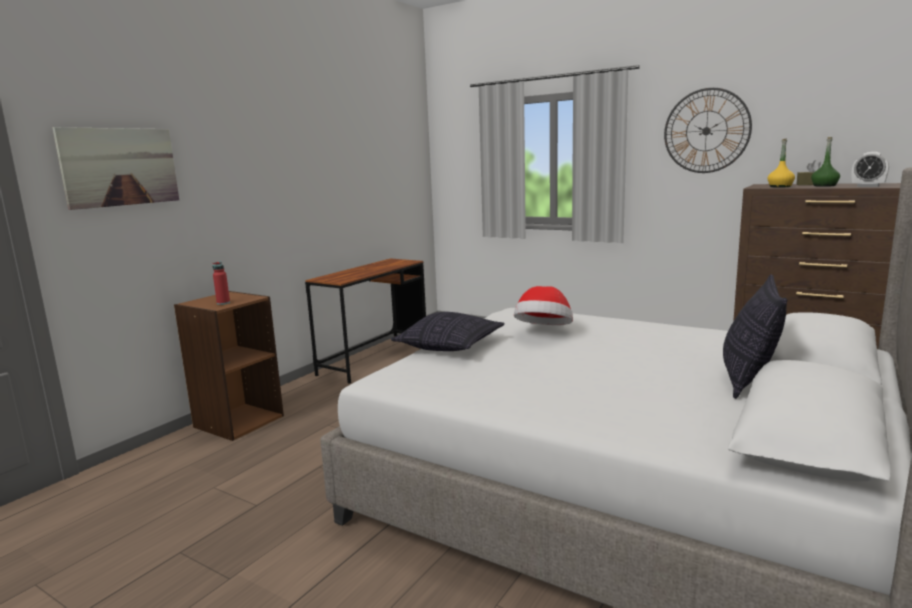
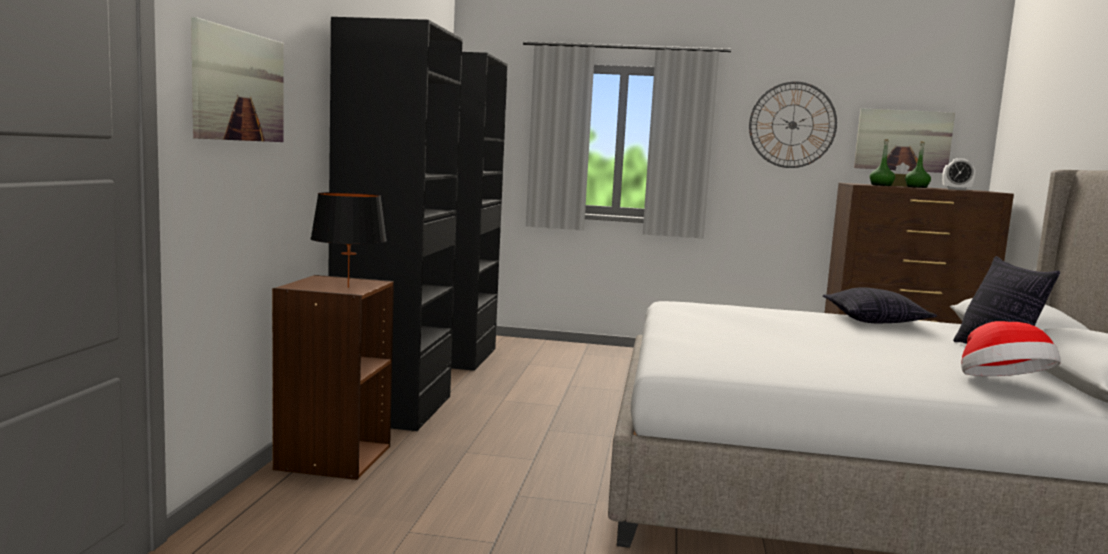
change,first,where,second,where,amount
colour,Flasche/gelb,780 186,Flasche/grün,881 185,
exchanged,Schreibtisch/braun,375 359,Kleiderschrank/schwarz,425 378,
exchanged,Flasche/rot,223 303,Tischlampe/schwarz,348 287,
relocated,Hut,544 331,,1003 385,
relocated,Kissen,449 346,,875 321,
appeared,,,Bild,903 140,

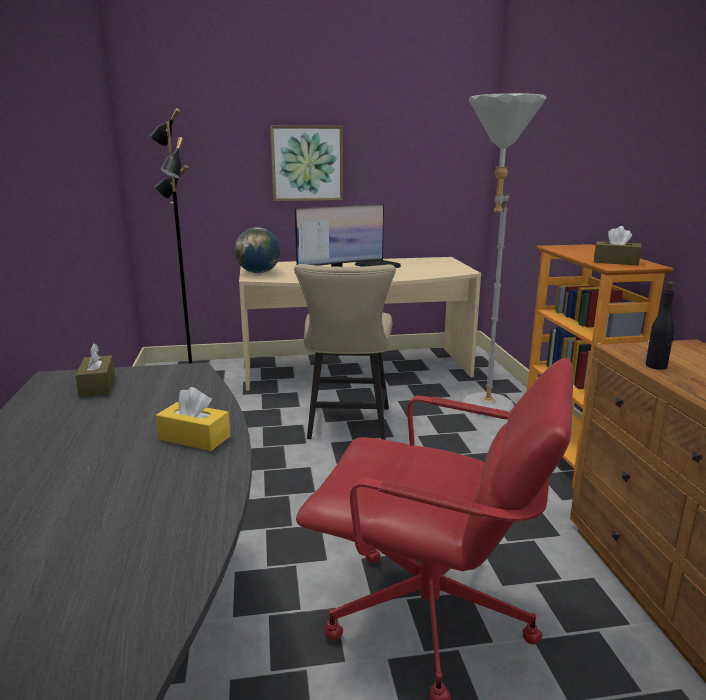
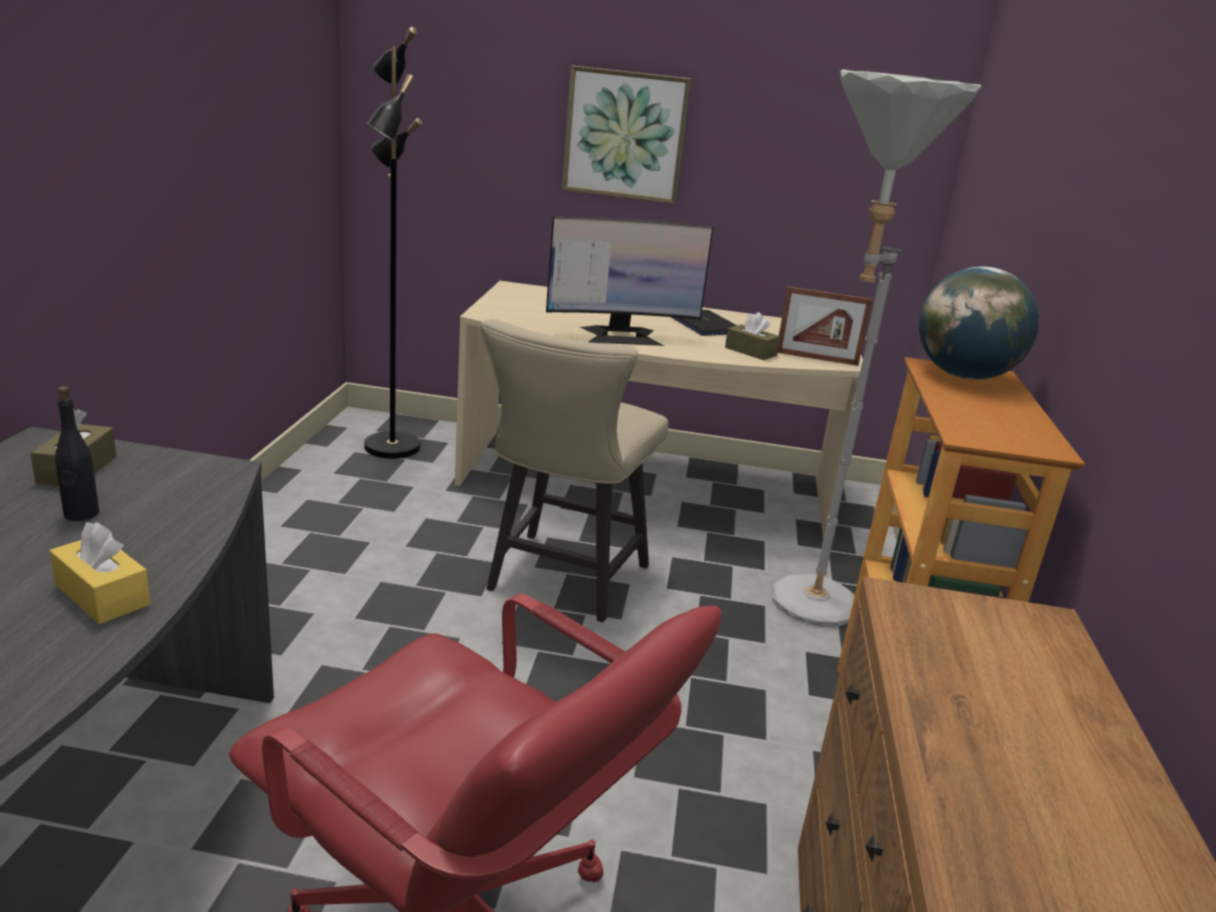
change,first,where,second,where,amount
relocated,Taschentuchbox/braun,615 262,,750 351,
relocated,Globus,258 272,,963 376,
relocated,Flasche/schwarz,656 366,,81 514,
appeared,,,Bilderrahmen,816 358,

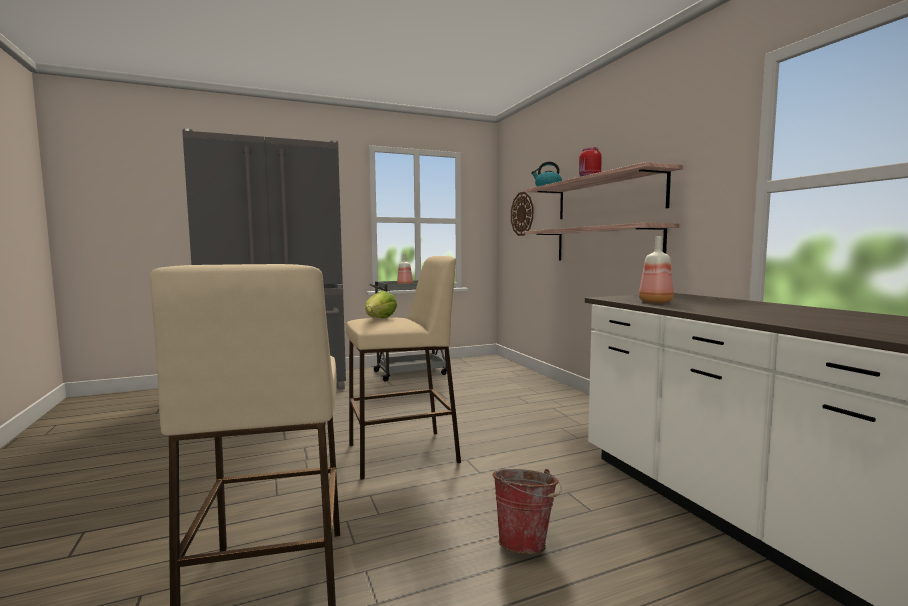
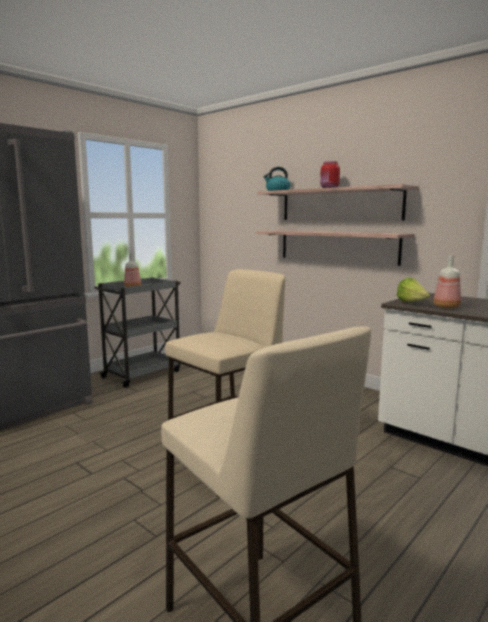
change,first,where,second,where,amount
missing,Wanduhr,522 214,,,
relocated,Salatkopf,379 319,,412 303,
missing,Eimer,526 542,,,

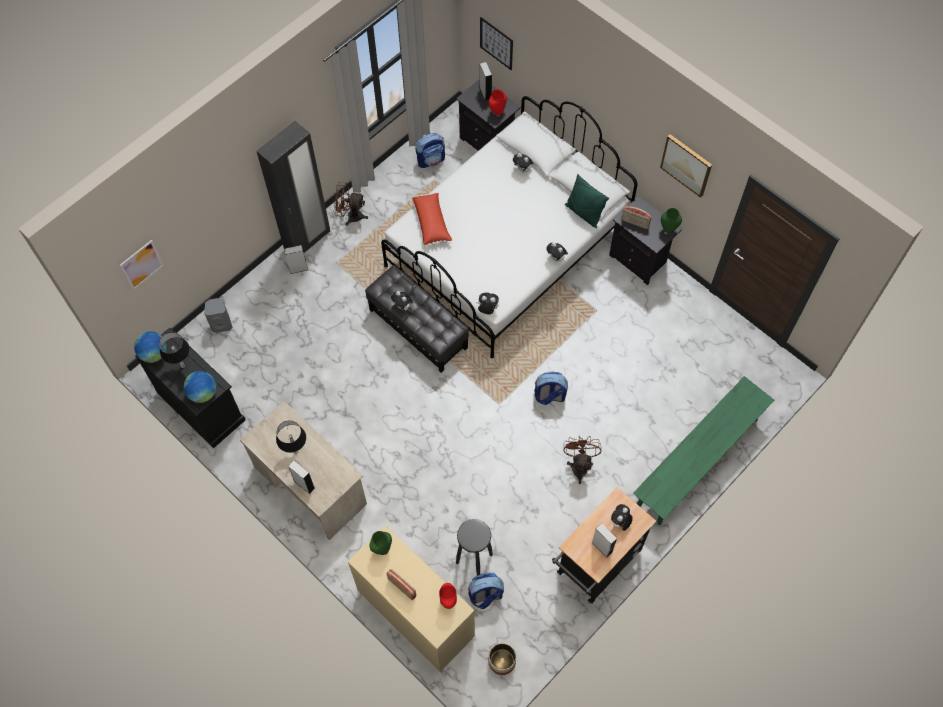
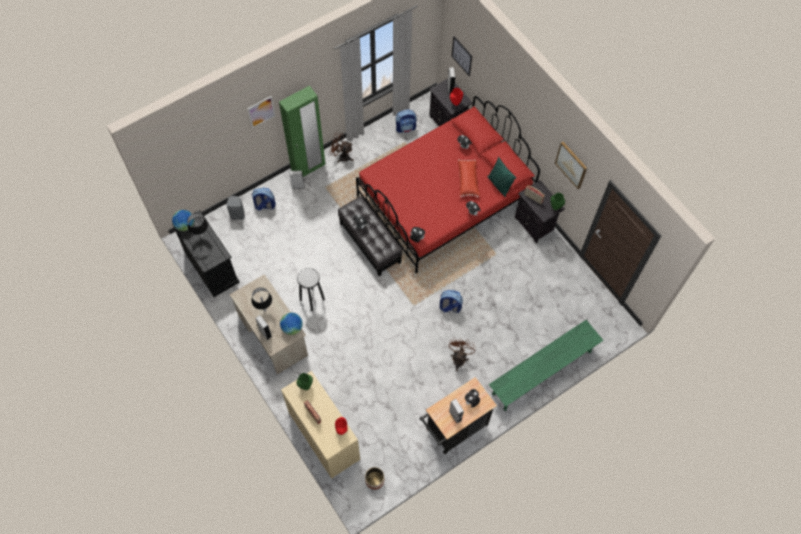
change,first,where,second,where,amount
colour,Bett/weiß,507 249,Bett/rot,444 199,
colour,Kleiderschrank/schwarz,307 240,Kleiderschrank/grün,308 168,
relocated,Kissen/rot,432 223,,468 181,
relocated,Bild,141 265,,261 112,
relocated,Globus,203 393,,292 328,
relocated,Hocker/schwarz,474 559,,312 300,
relocated,Rucksack,485 595,,264 205,

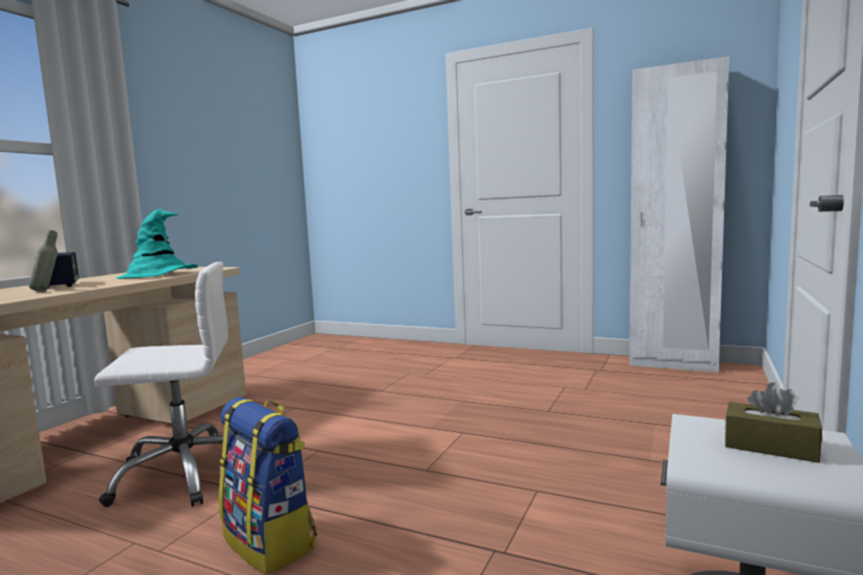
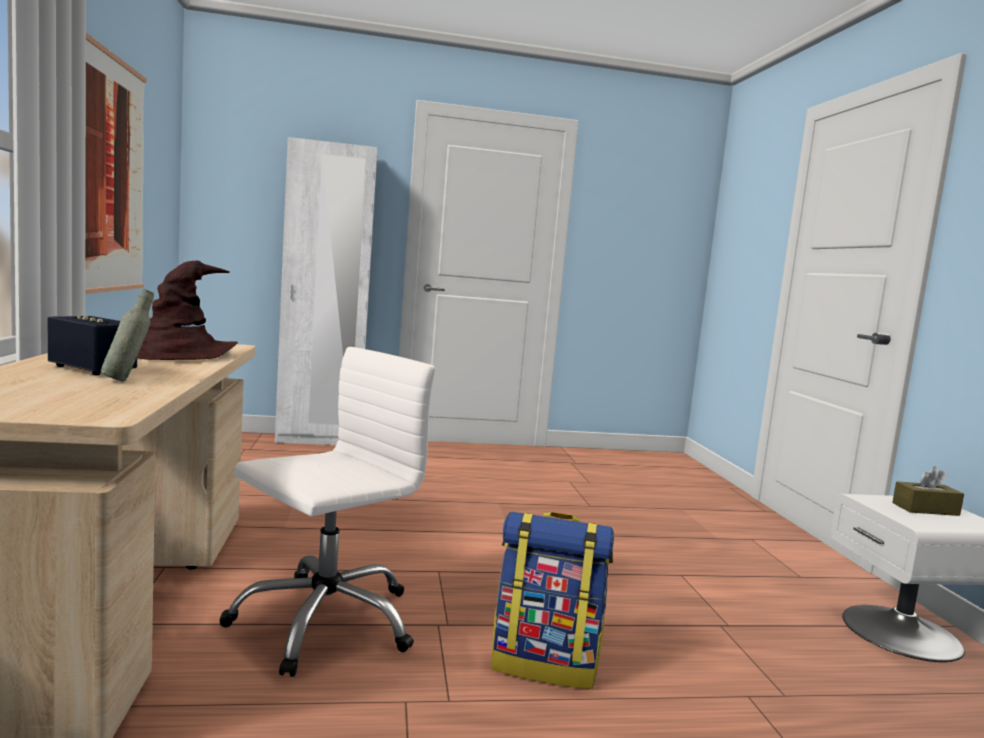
change,first,where,second,where,amount
relocated,Kleiderschrank/weiß,673 364,,318 440,
colour,Hut/türkis,159 274,Hut/braun,181 354,
appeared,,,Bild,110 174,

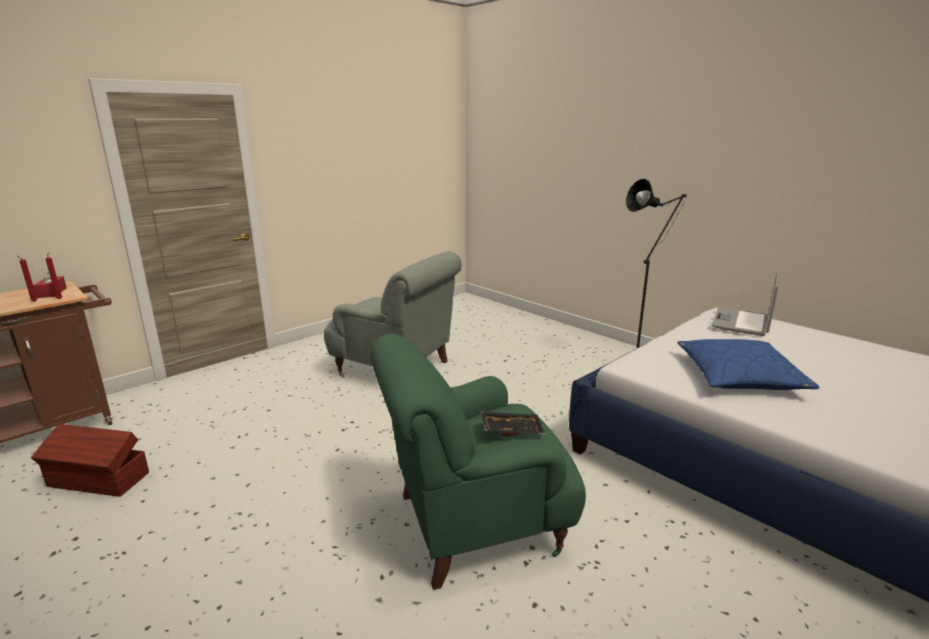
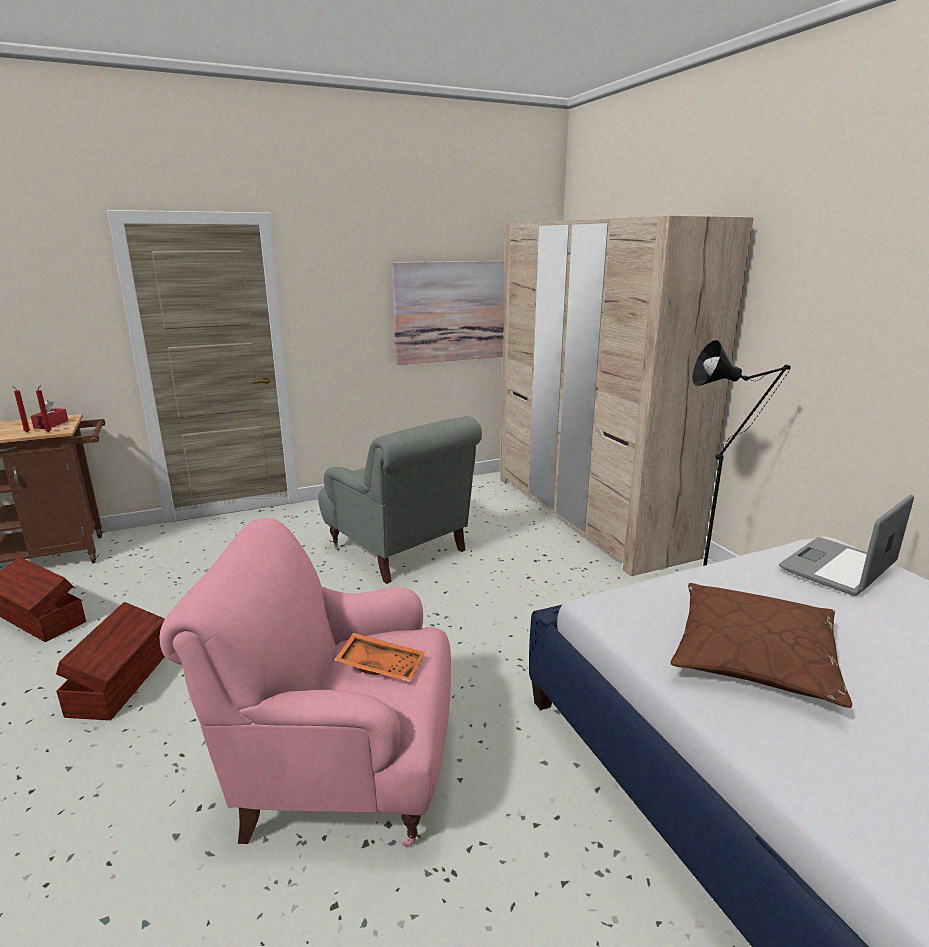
change,first,where,second,where,amount
colour,Sessel/grün,472 524,Sessel/rosa,341 771,
colour,Kissen/blau,738 377,Kissen/braun,753 656,
colour,Tablett/schwarz,511 429,Tablett/orange,381 665,
appeared,,,Kleiderschrank/beige,587 514,
appeared,,,Bild,454 311,
appeared,,,Aufbewahrungsbox/braun,121 683,

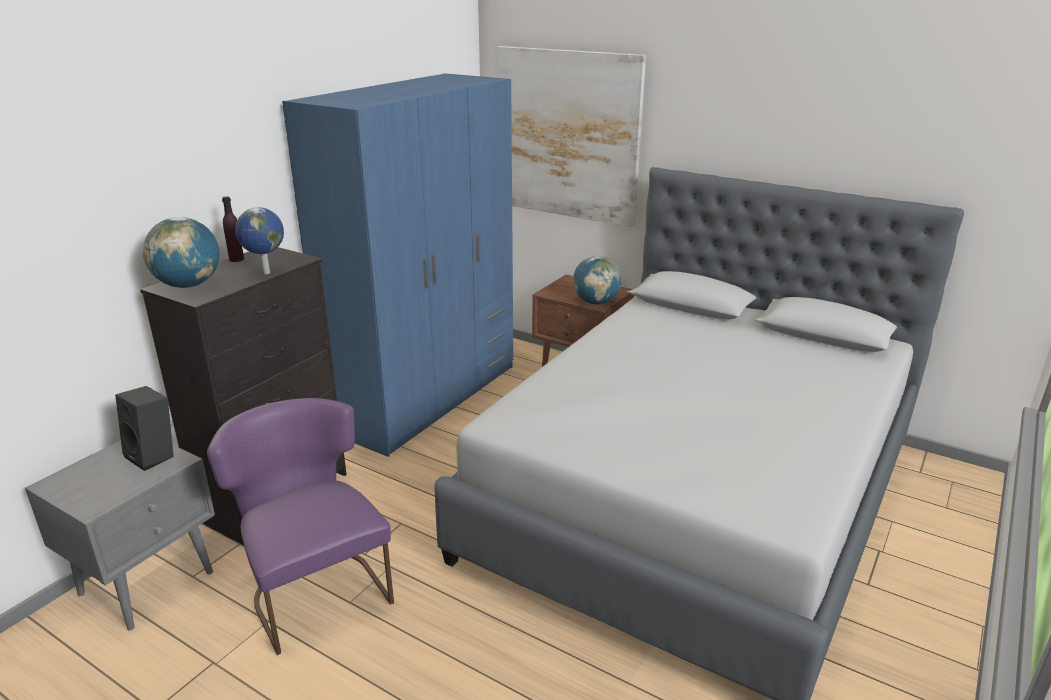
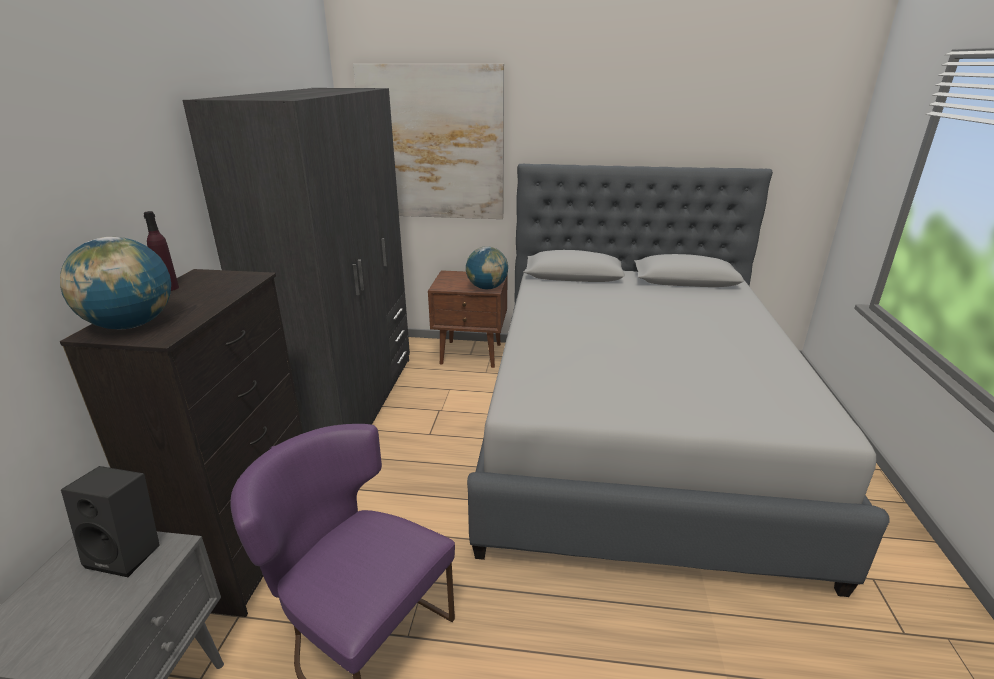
change,first,where,second,where,amount
colour,Kleiderschrank/blau,427 397,Kleiderschrank/grau,349 404,
missing,Globus,265 273,,,

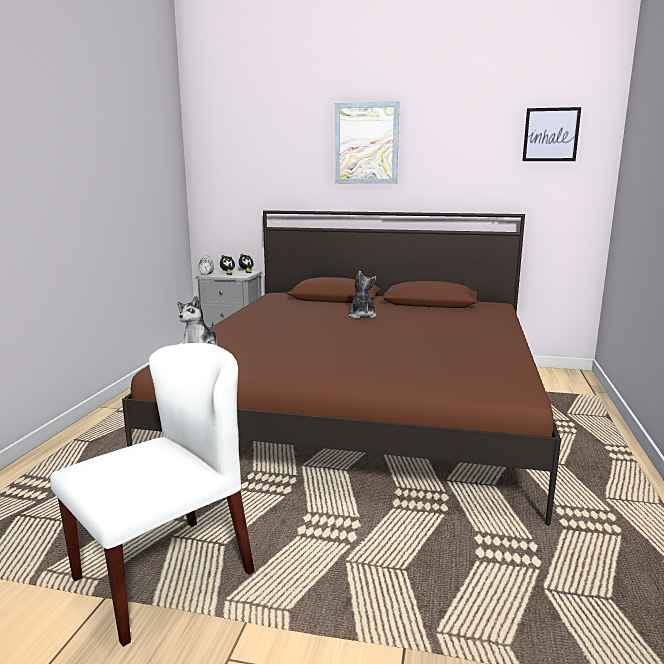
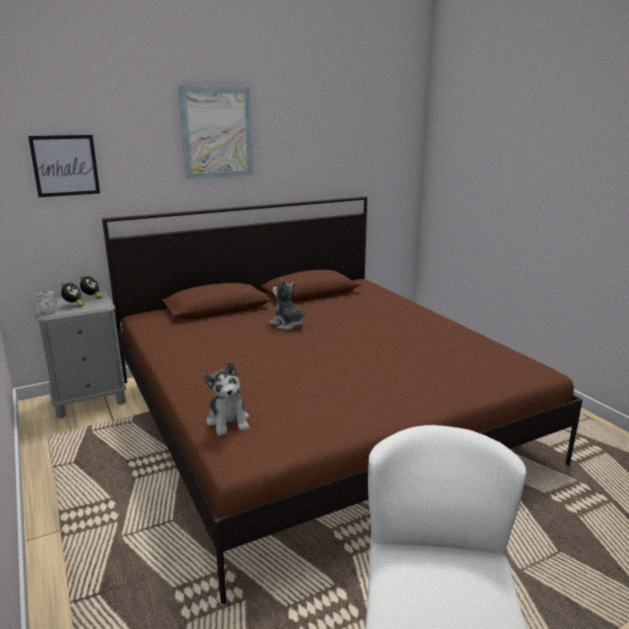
change,first,where,second,where,amount
relocated,Bild,551 134,,65 165,

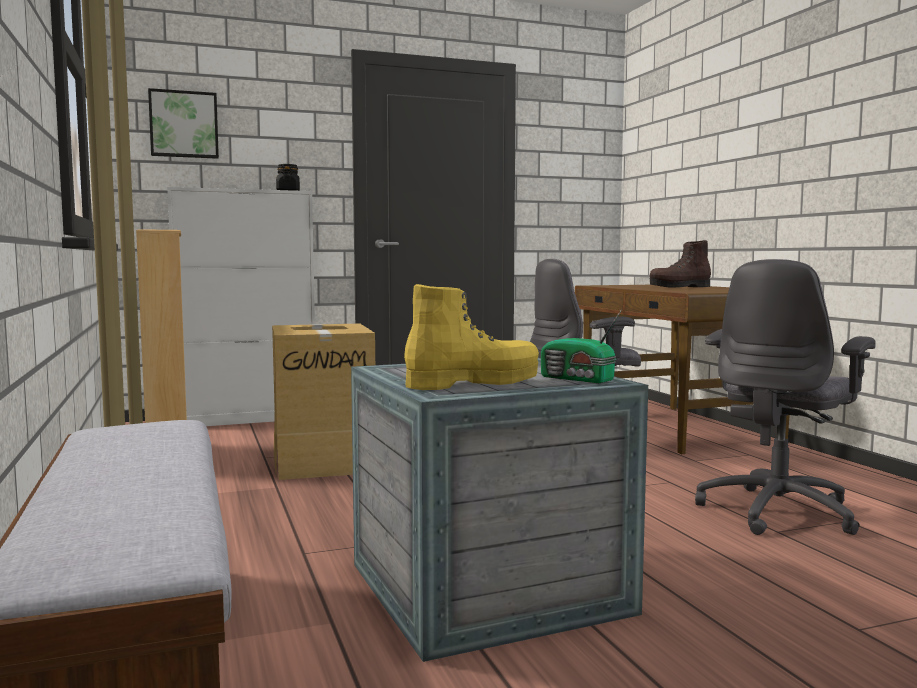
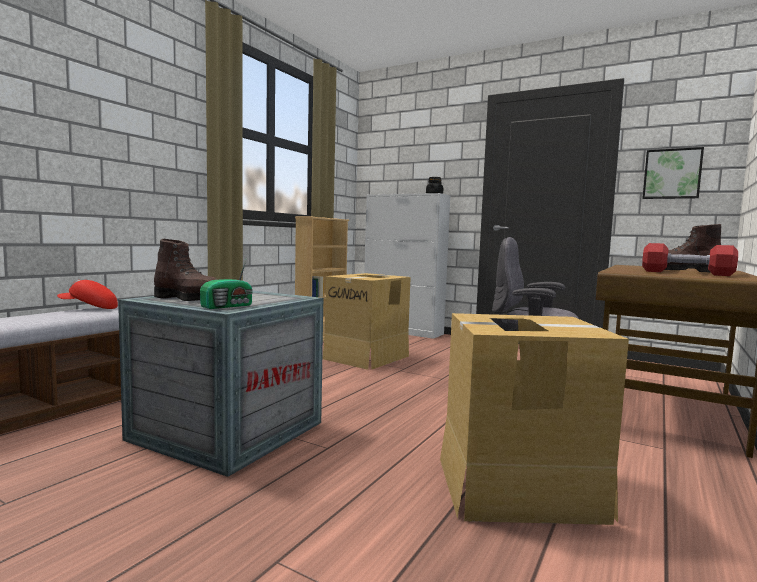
change,first,where,second,where,amount
relocated,Bild,184 124,,672 174,
exchanged,Bürostuhl/grau,778 512,Karton,517 487,
colour,Stiefel/gelb,473 383,Stiefel/braun,188 299,
spun,Radio,578 379,,229 306,135 degrees counterclockwise
appeared,,,Hantel/rot,686 273,
appeared,,,Kappe/rot,89 308,

